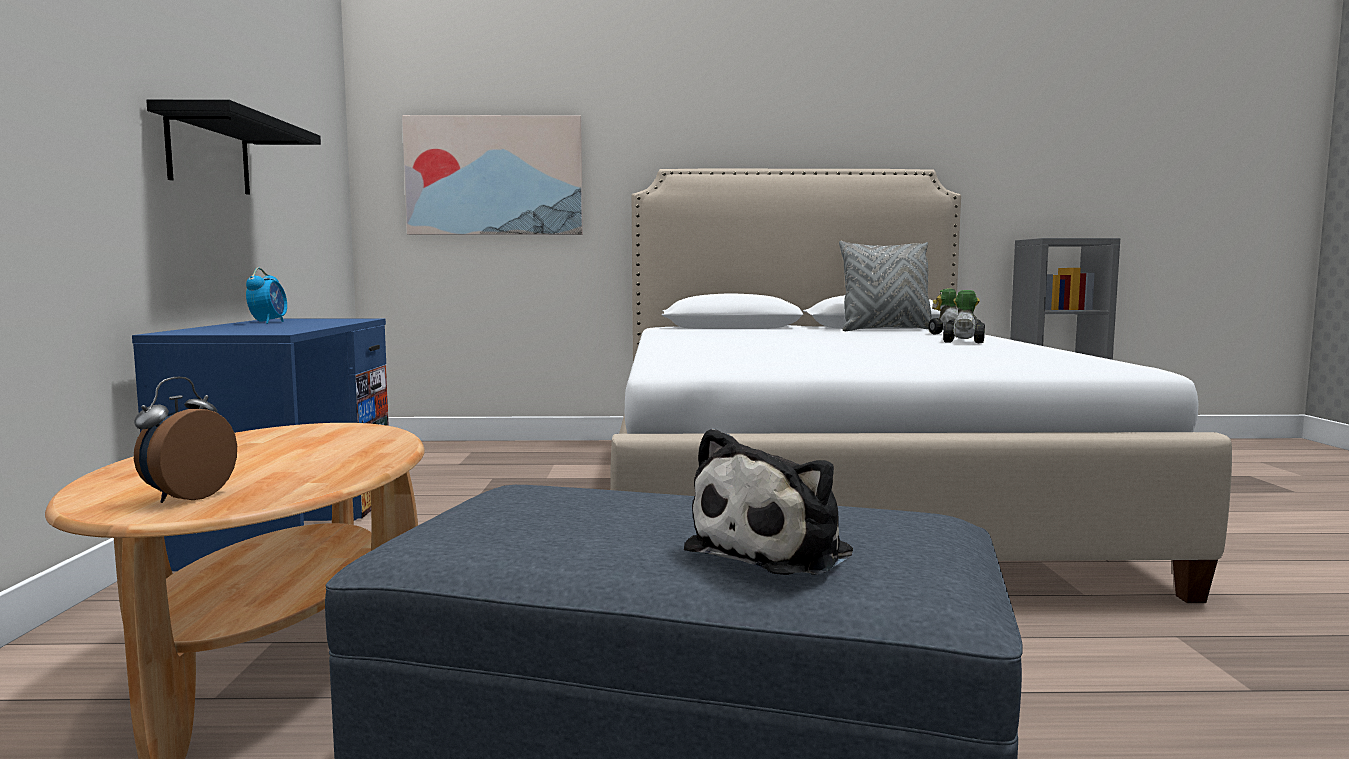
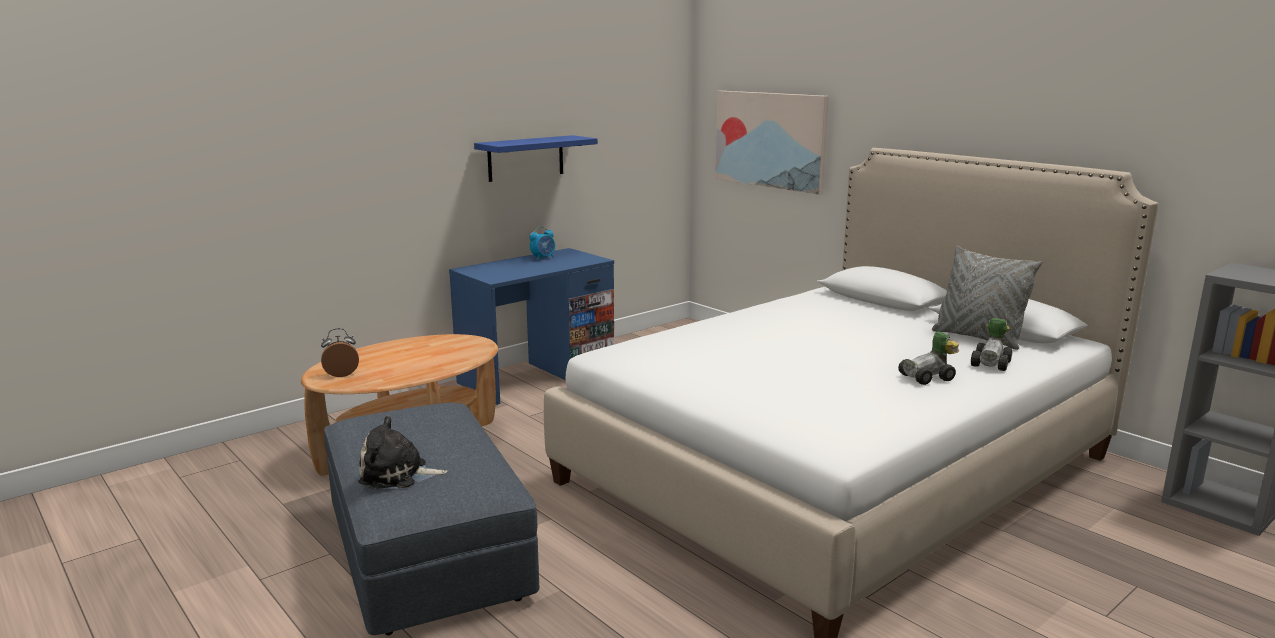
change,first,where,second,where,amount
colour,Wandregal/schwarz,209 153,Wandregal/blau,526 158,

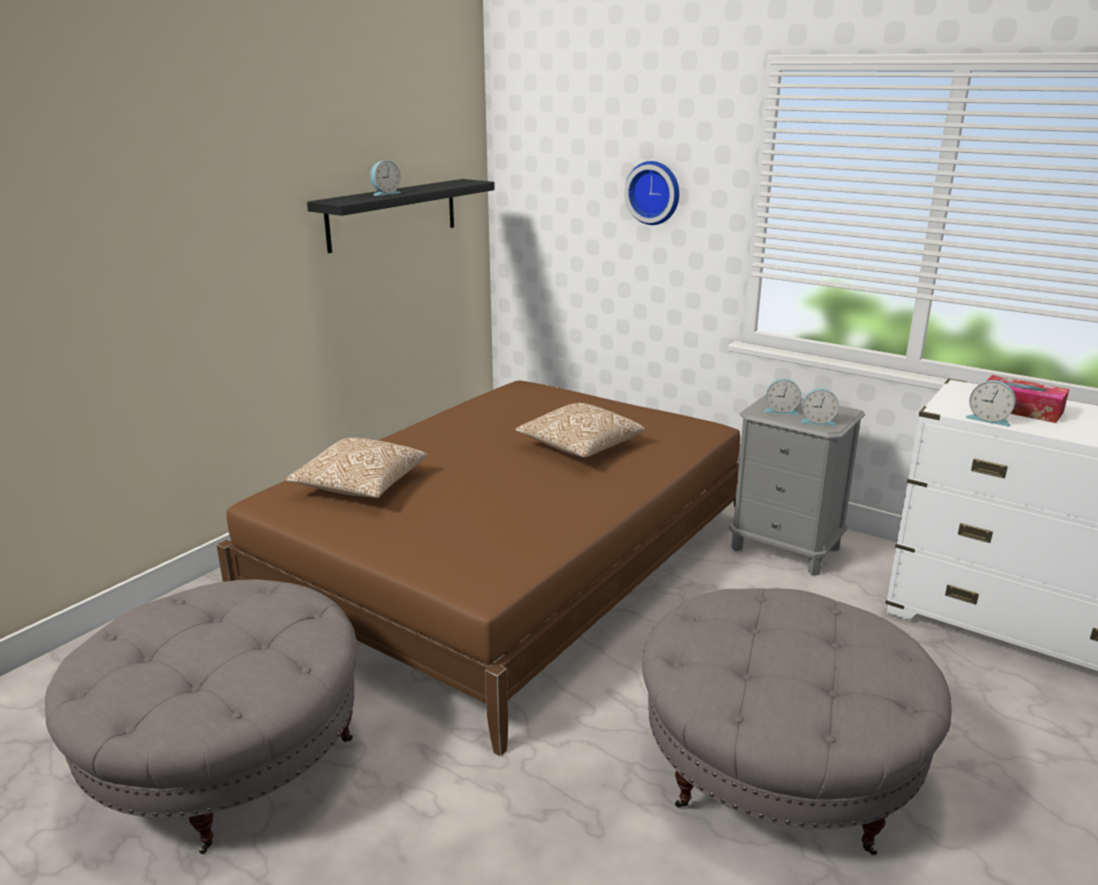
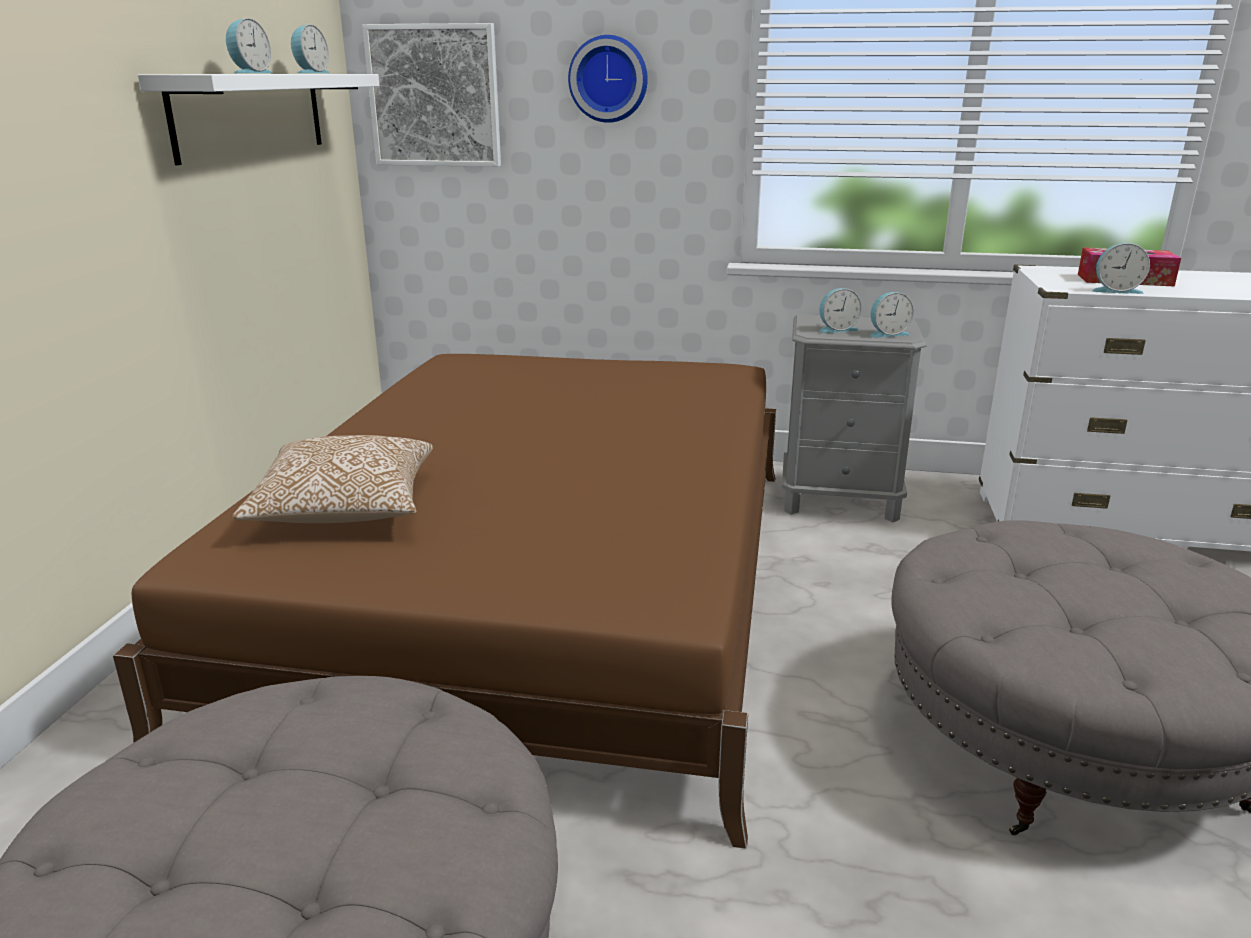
change,first,where,second,where,amount
colour,Wandregal/schwarz,393 214,Wandregal/weiß,250 114,
missing,Kissen,579 447,,,
appeared,,,Bild,434 96,
appeared,,,Wecker,310 73,

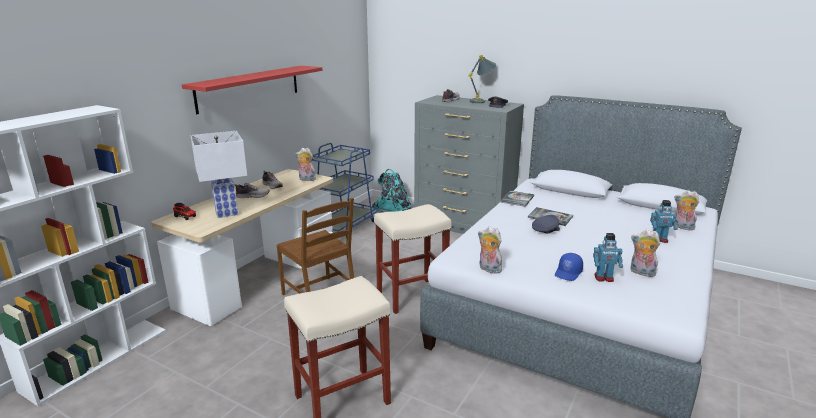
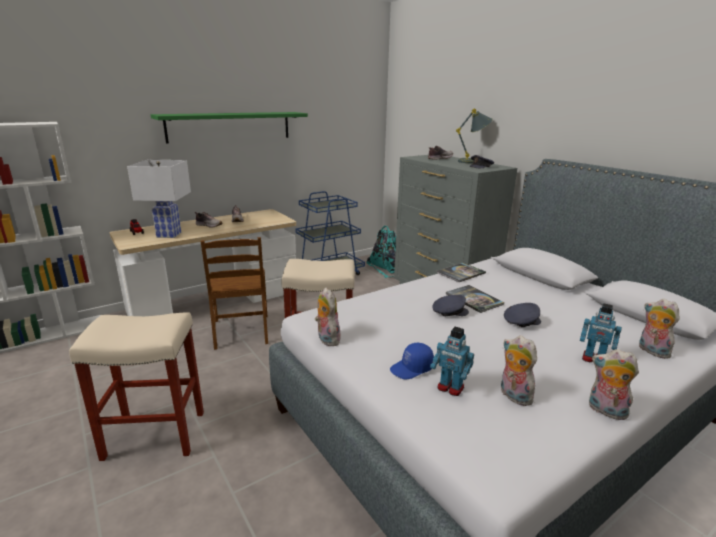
change,first,where,second,where,amount
colour,Wandregal/rot,249 88,Wandregal/grün,230 126,
relocated,Plüschtier,306 179,,605 411,
appeared,,,Kappe/grau,521 321,

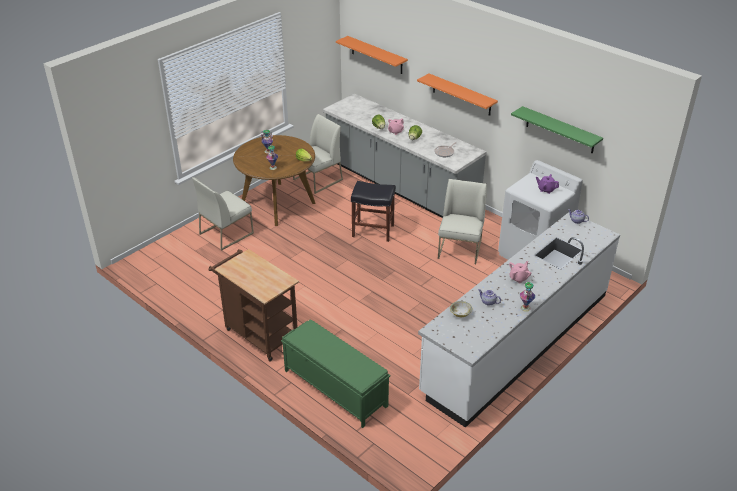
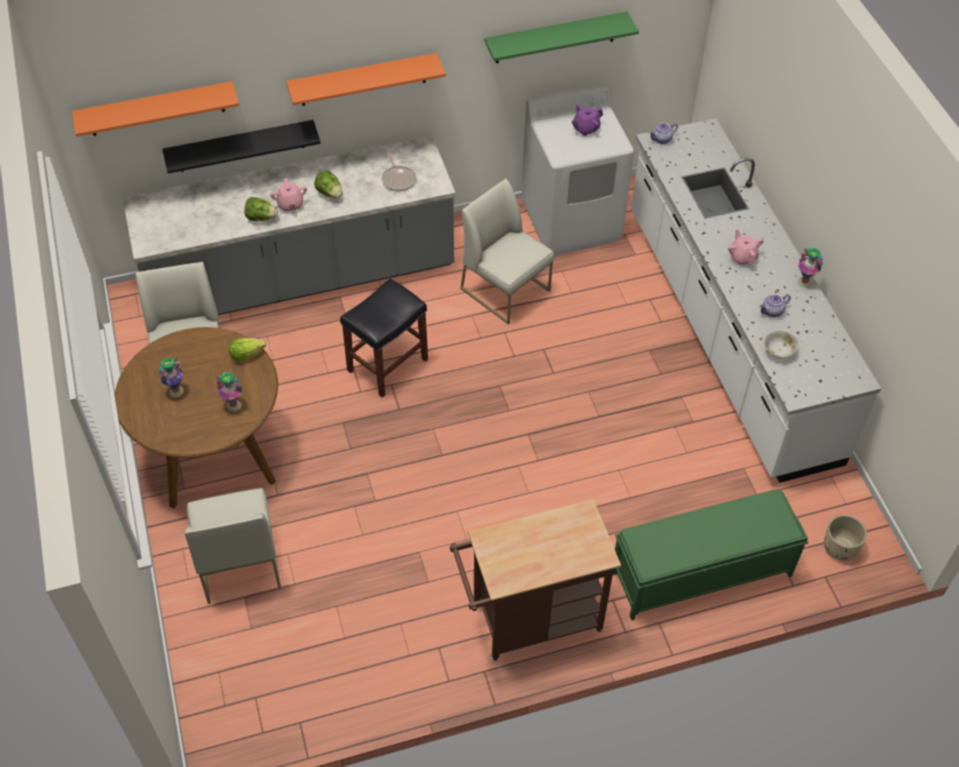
change,first,where,second,where,amount
appeared,,,Wandregal/schwarz,240 146,
appeared,,,Pflanzkübel/beige,839 548,

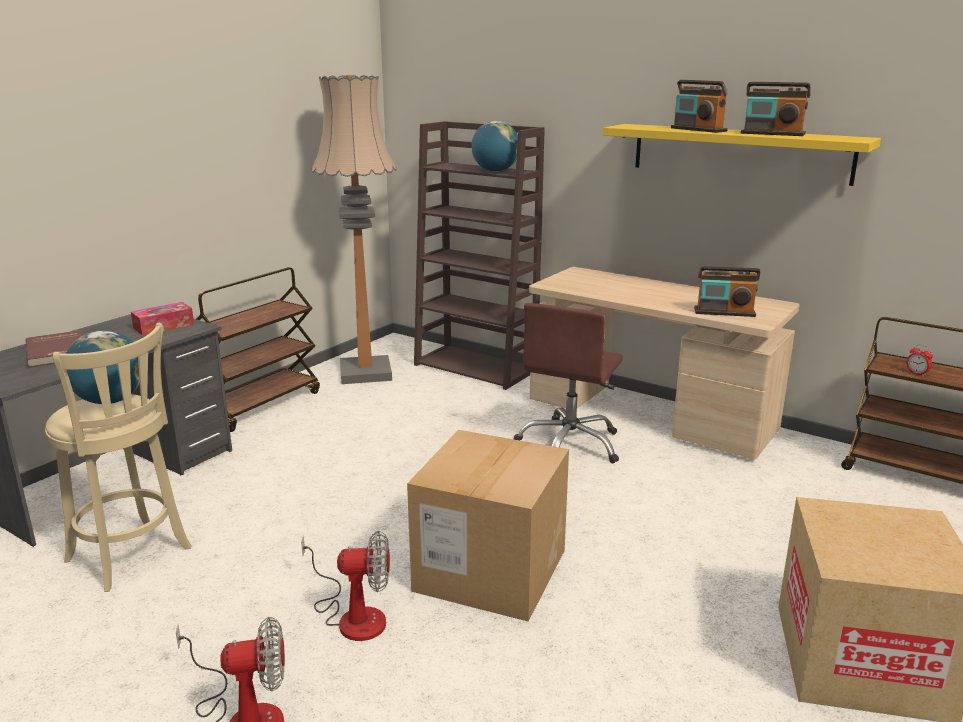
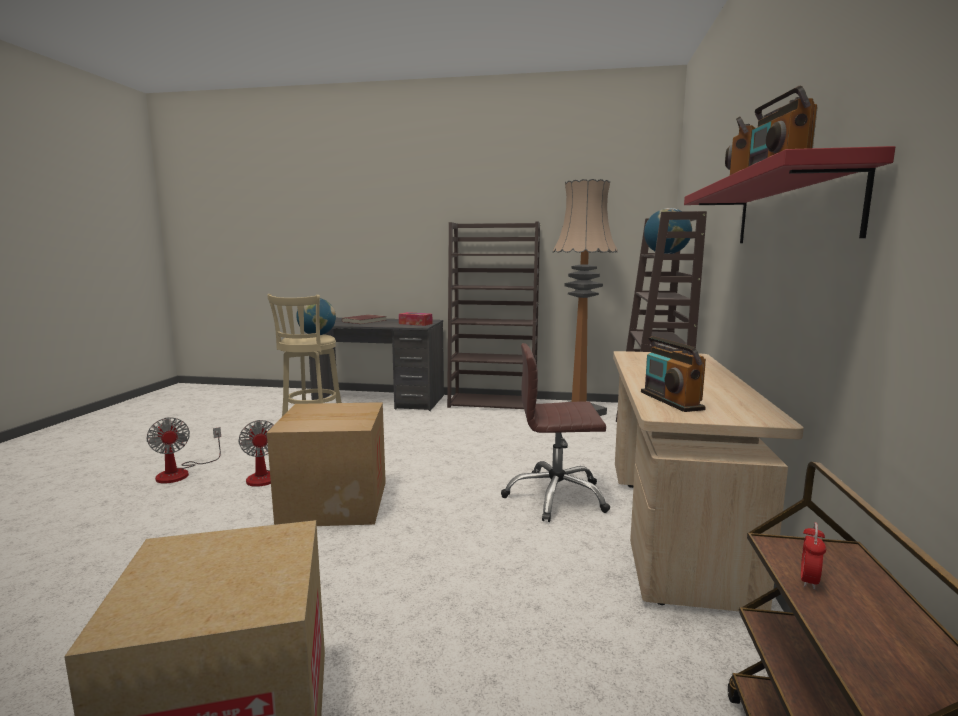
change,first,where,second,where,amount
colour,Wandregal/gelb,739 153,Wandregal/rot,790 210,
exchanged,Rollwagen/braun,261 405,Bücherregal/braun,494 403,

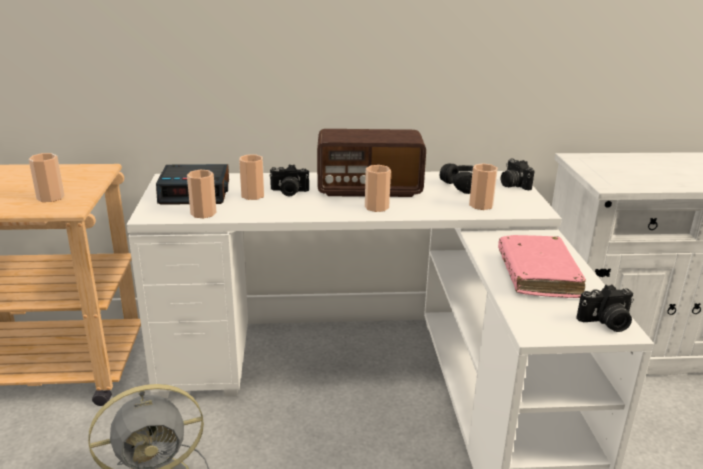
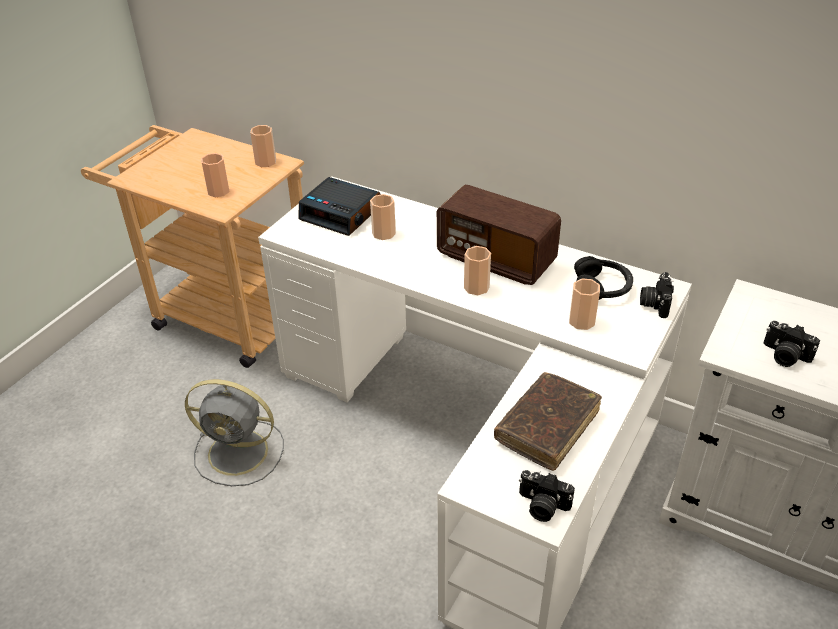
change,first,where,second,where,amount
relocated,Kamera,288 192,,784 356,
relocated,Tasse,203 213,,265 162,
colour,Buch/rosa,537 275,Buch/braun,547 427,

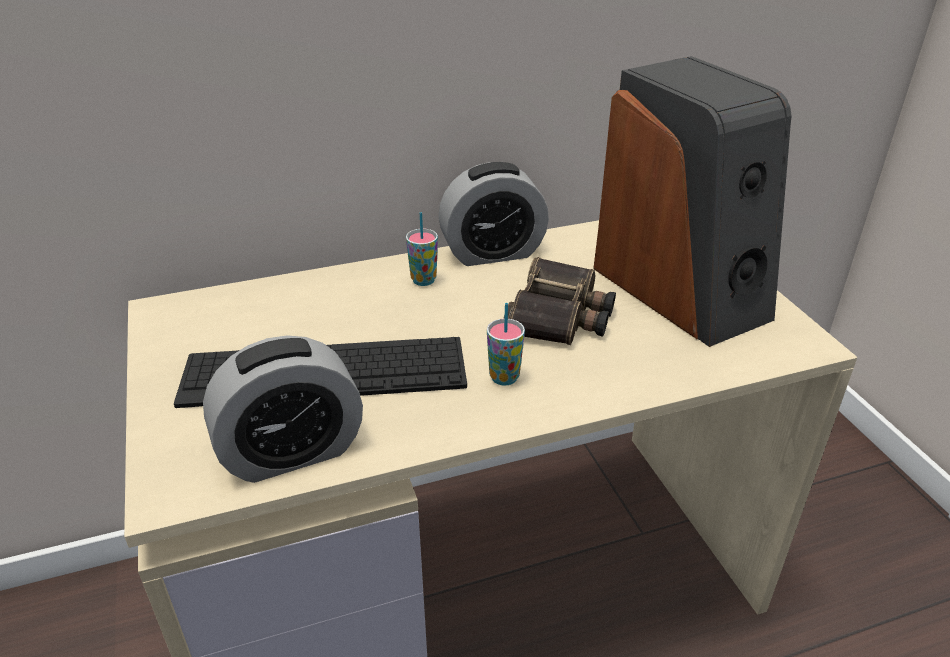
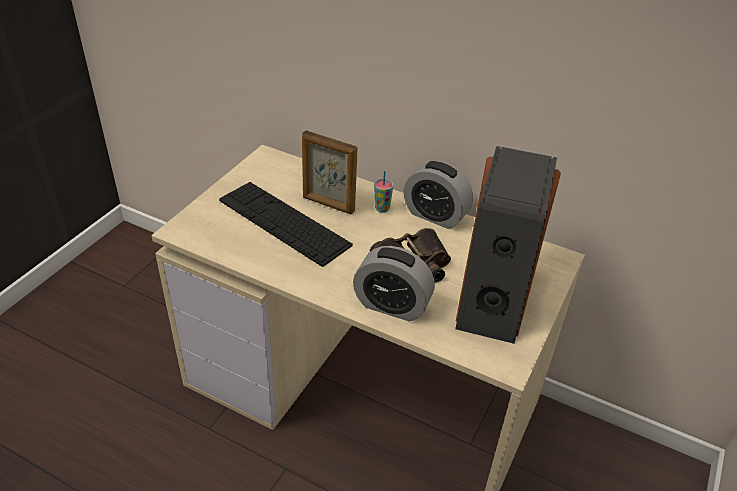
change,first,where,second,where,amount
missing,Tasse,504 377,,,
relocated,Wecker,291 452,,392 305,
appeared,,,Bilderrahmen,328 204,

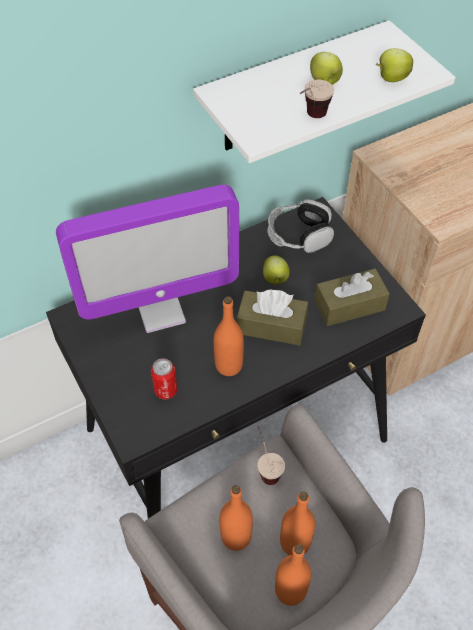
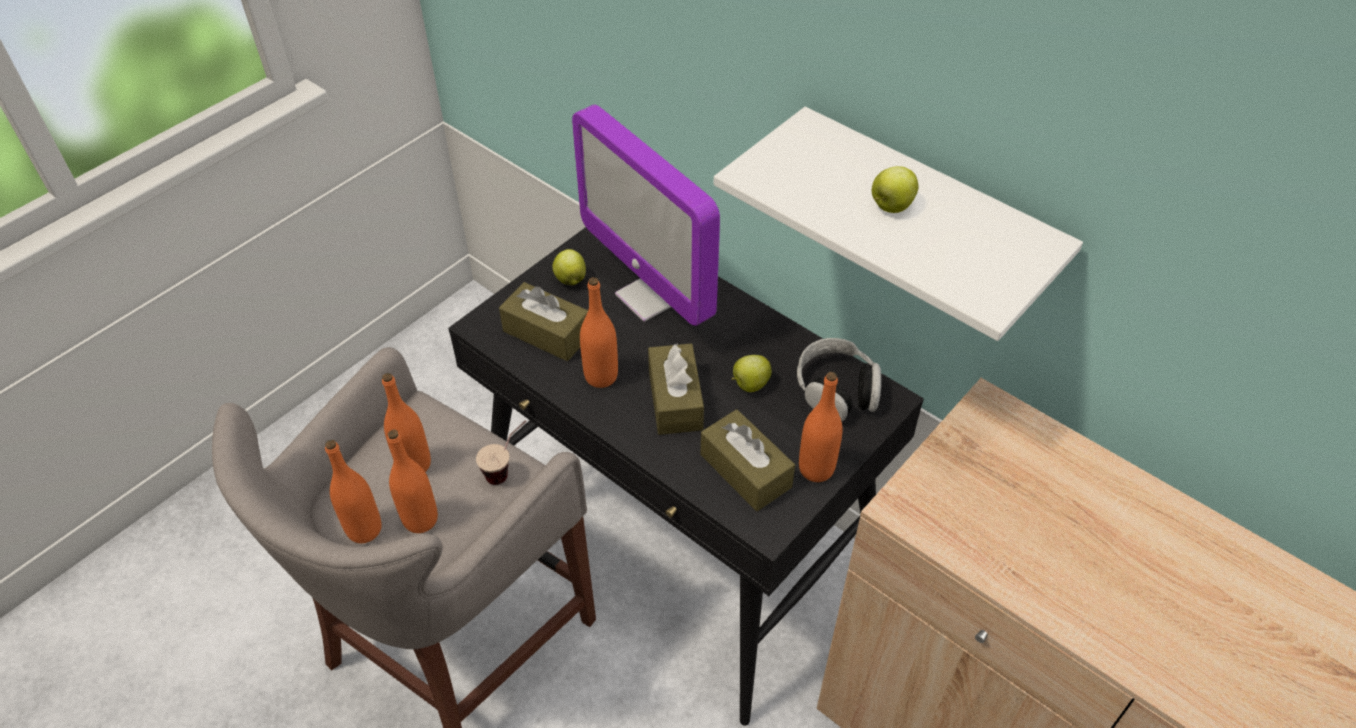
change,first,where,second,where,amount
relocated,Apfel,391 78,,570 279,
missing,Tasse,310 119,,,
exchanged,Dose,166 390,Taschentuchbox/braun,547 333,
appeared,,,Flasche/orange,816 469,

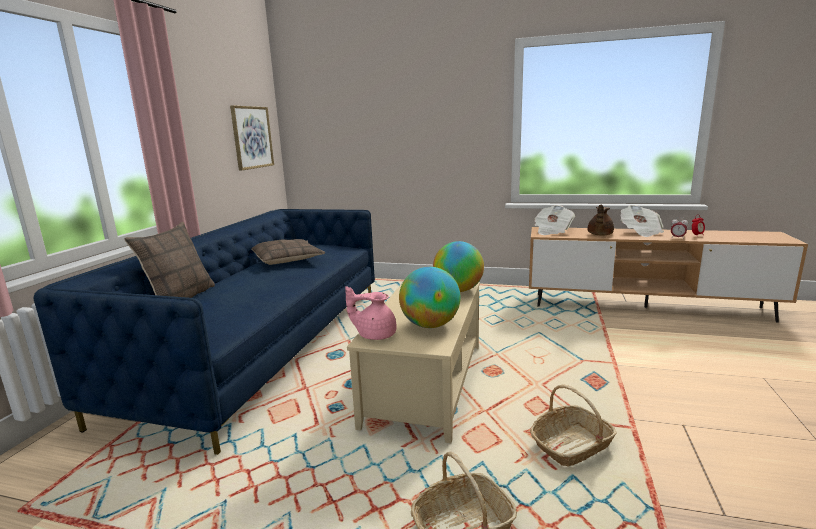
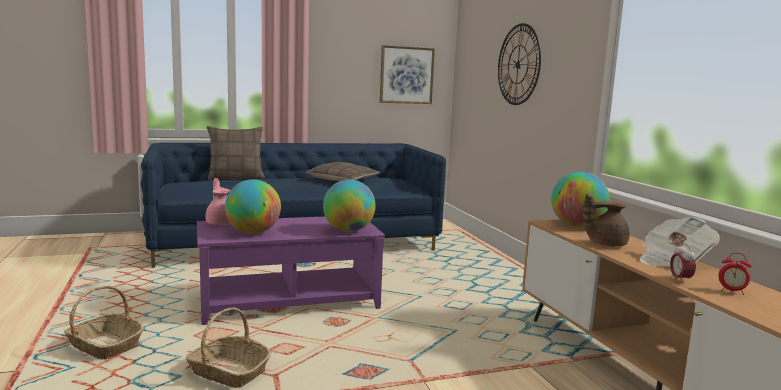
change,first,where,second,where,amount
exchanged,Zeitung,552 231,Globus,576 225,
colour,Couchtisch/beige,424 383,Couchtisch/lila,288 301,
appeared,,,Wanduhr,518 64,

